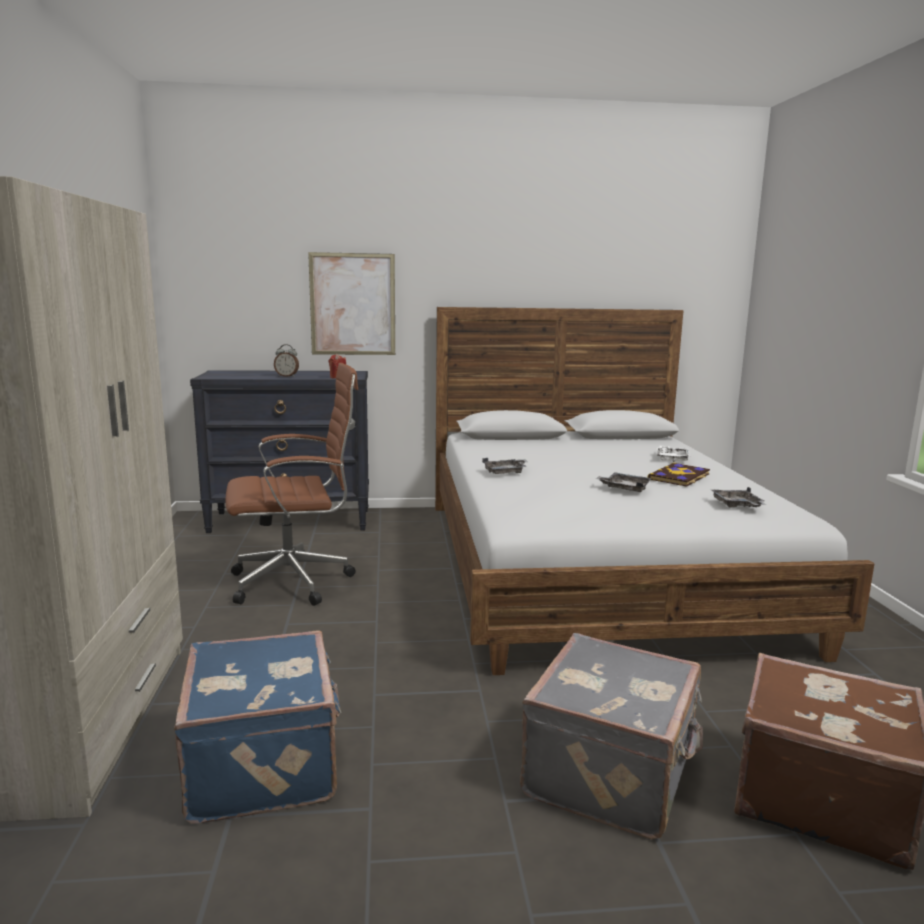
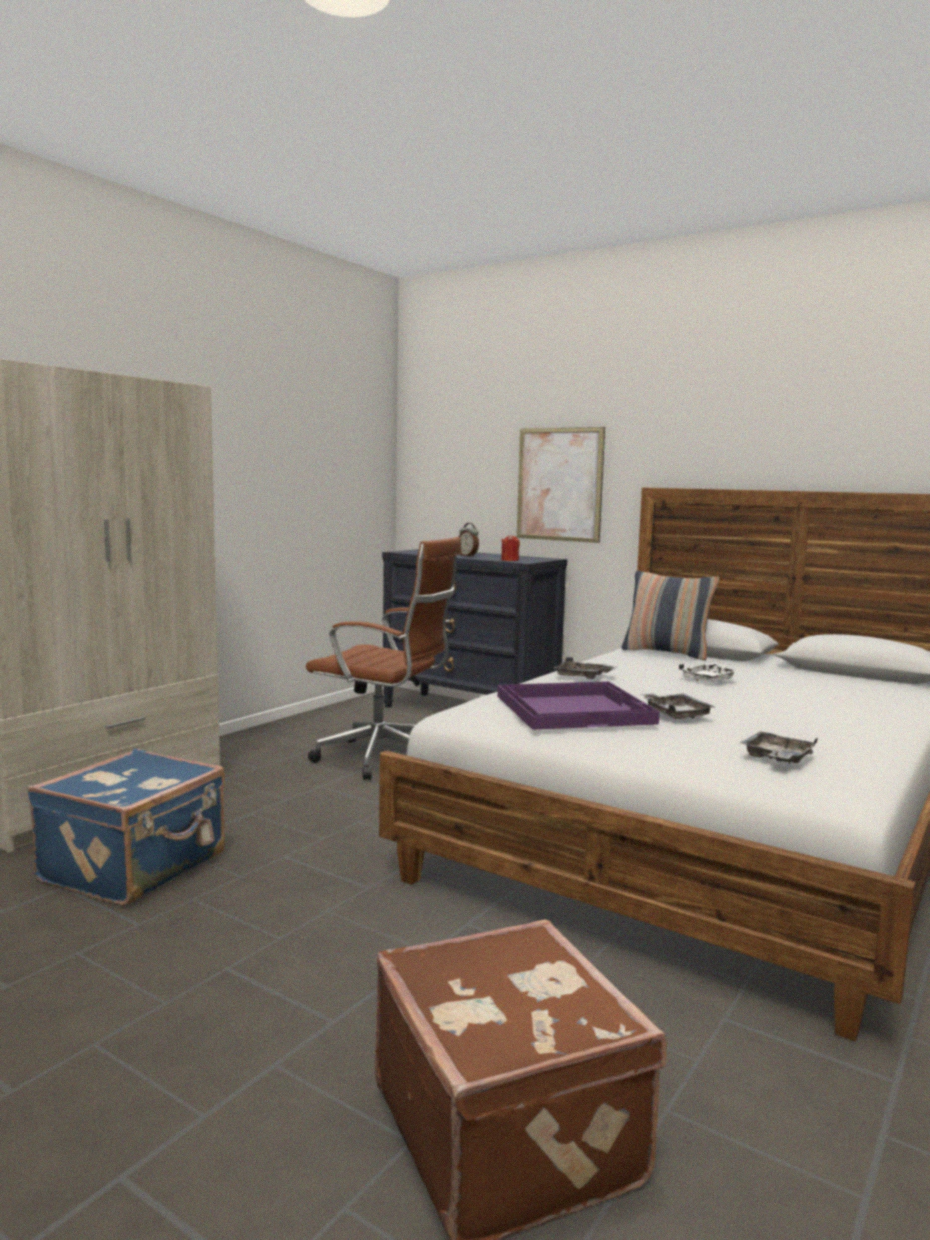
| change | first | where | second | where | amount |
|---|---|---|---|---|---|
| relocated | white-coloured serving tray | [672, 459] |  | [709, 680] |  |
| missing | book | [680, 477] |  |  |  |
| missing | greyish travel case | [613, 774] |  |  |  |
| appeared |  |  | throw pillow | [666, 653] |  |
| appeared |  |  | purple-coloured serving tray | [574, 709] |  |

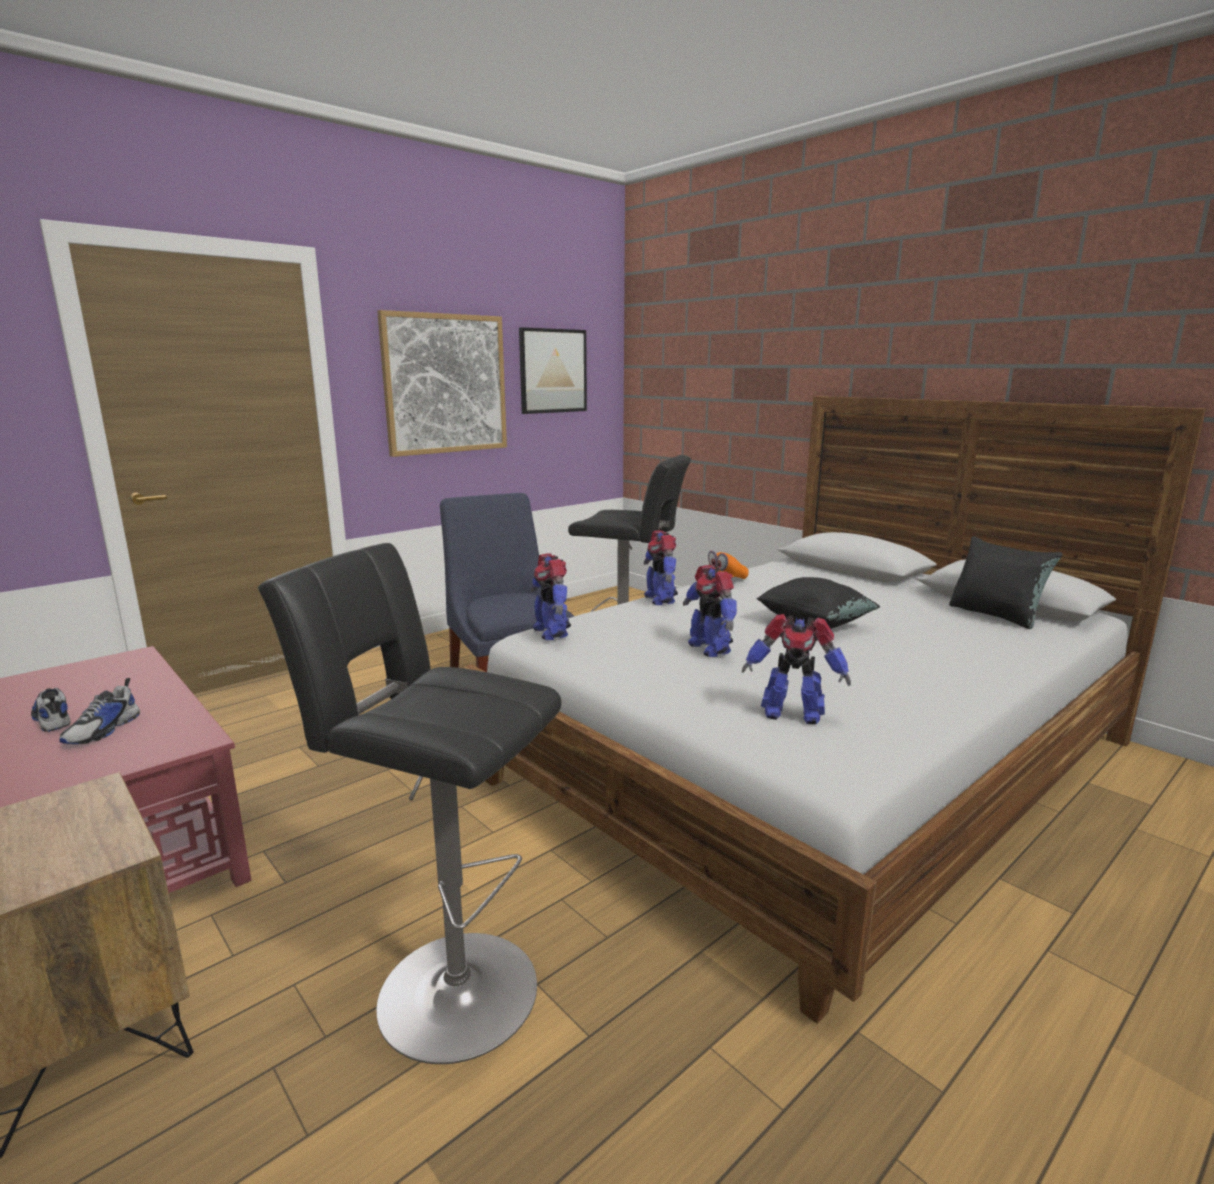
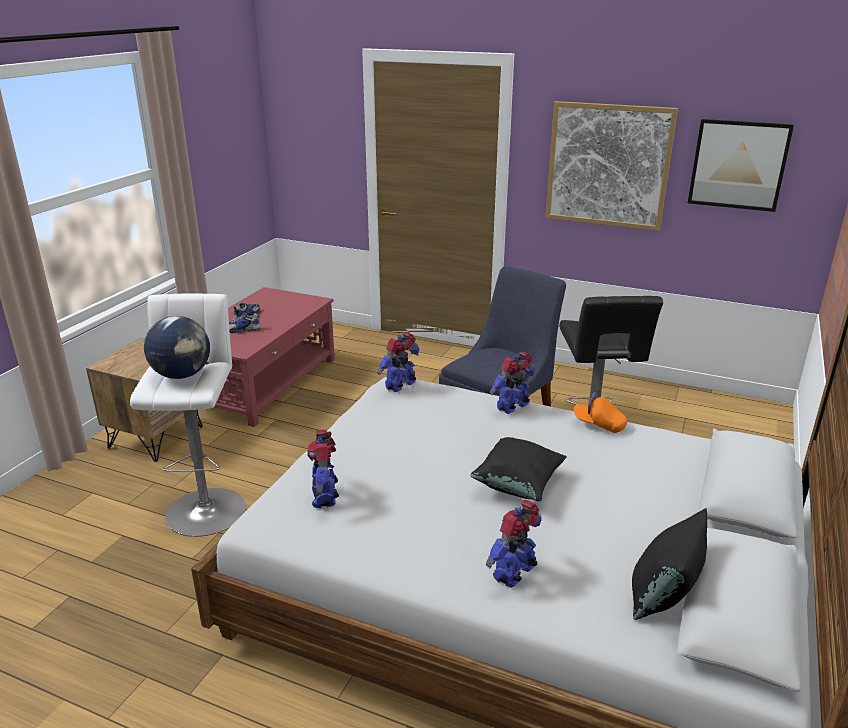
| change | first | where | second | where | amount |
|---|---|---|---|---|---|
| colour | black-coloured stool | [447, 989] | white-coloured stool | [207, 507] |  |
| relocated | robot figure | [709, 648] |  | [515, 573] |  |
| appeared |  |  | desk globe | [182, 375] |  |

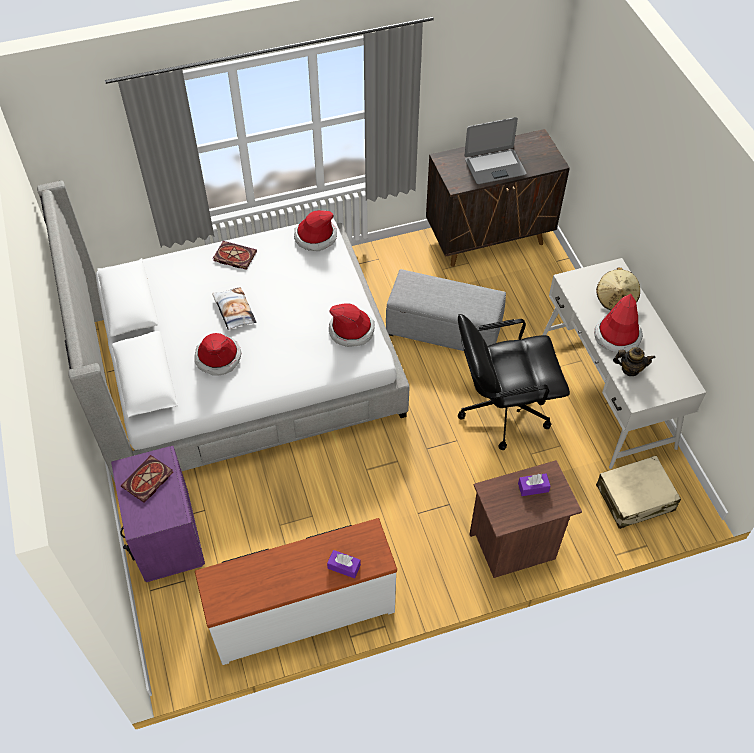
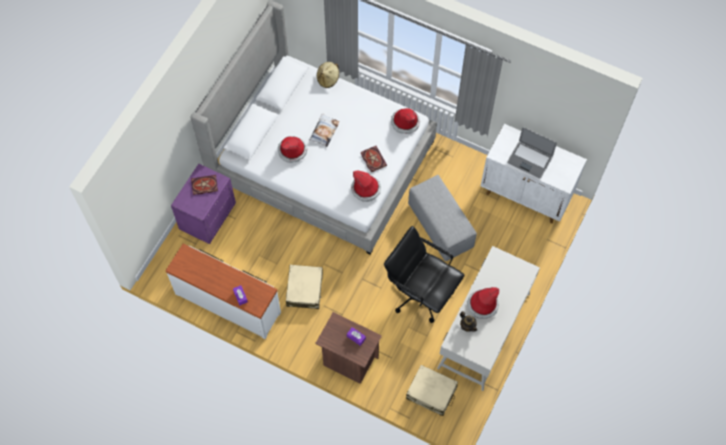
| change | first | where | second | where | amount |
|---|---|---|---|---|---|
| colour | brown-coloured cabinet | [489, 238] | white-coloured cabinet | [526, 194] |  |
| relocated | book | [233, 256] |  | [372, 159] |  |
| relocated | beige-coloured hat | [616, 299] |  | [328, 79] |  |
| appeared |  |  | beige-coloured travel case | [305, 289] |  |

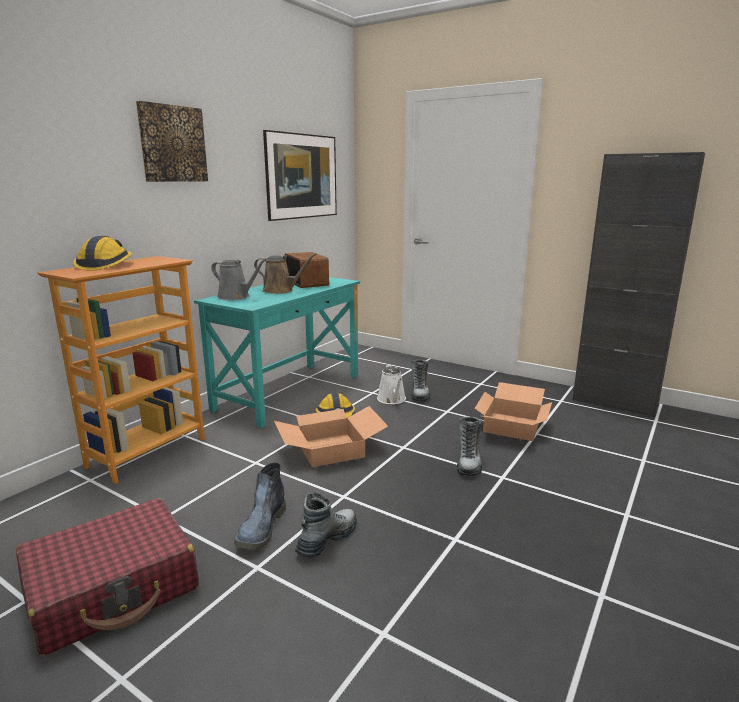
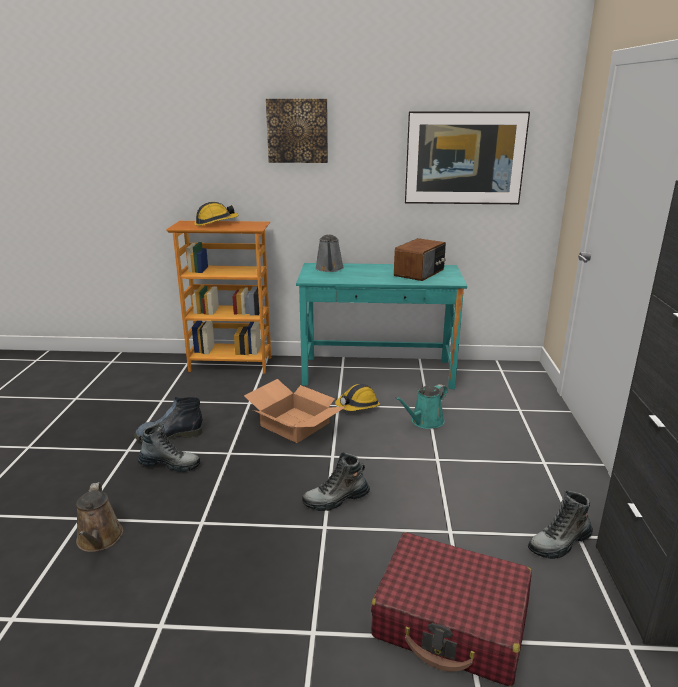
| change | first | where | second | where | amount |
|---|---|---|---|---|---|
| relocated | brown-coloured sprinkling can | [281, 291] |  | [99, 540] |  |
| relocated | high-top boot | [420, 394] |  | [559, 543] |  |
| colour | white-coloured sprinkling can | [392, 400] | blue-green sprinkling can | [425, 422] |  |
| missing | carton | [511, 425] |  |  |  |
| relocated | reddish travel case | [113, 588] |  | [451, 621] |  |

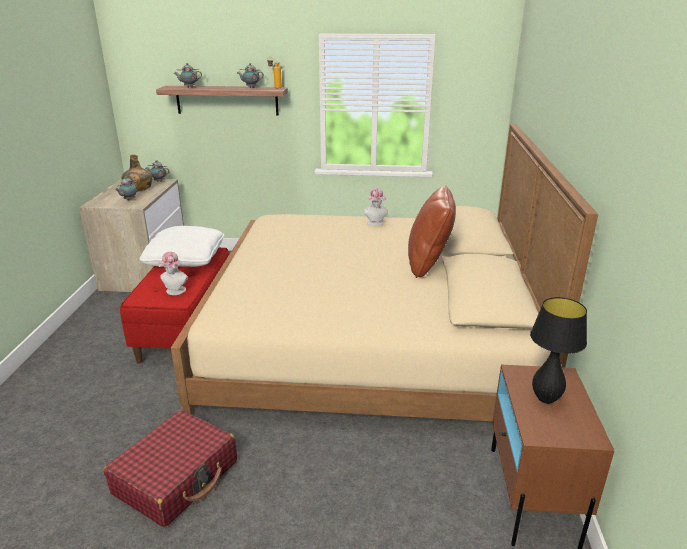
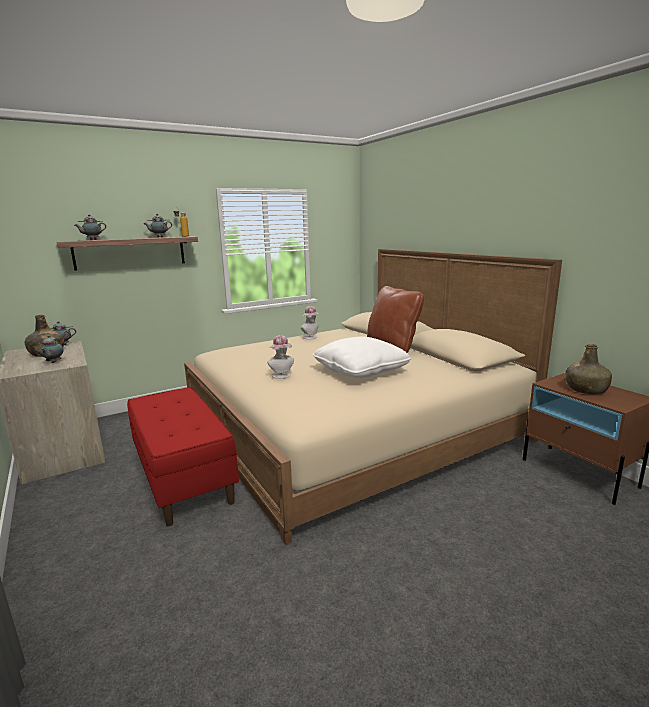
| change | first | where | second | where | amount |
|---|---|---|---|---|---|
| relocated | white-coloured throw pillow | [185, 259] |  | [360, 371] |  |
| relocated | hat | [175, 292] |  | [282, 376] |  |
| exchanged | black-coloured lamp for a table | [545, 399] | green drink bottle | [586, 389] |  |
| missing | reddish travel case | [176, 477] |  |  |  |

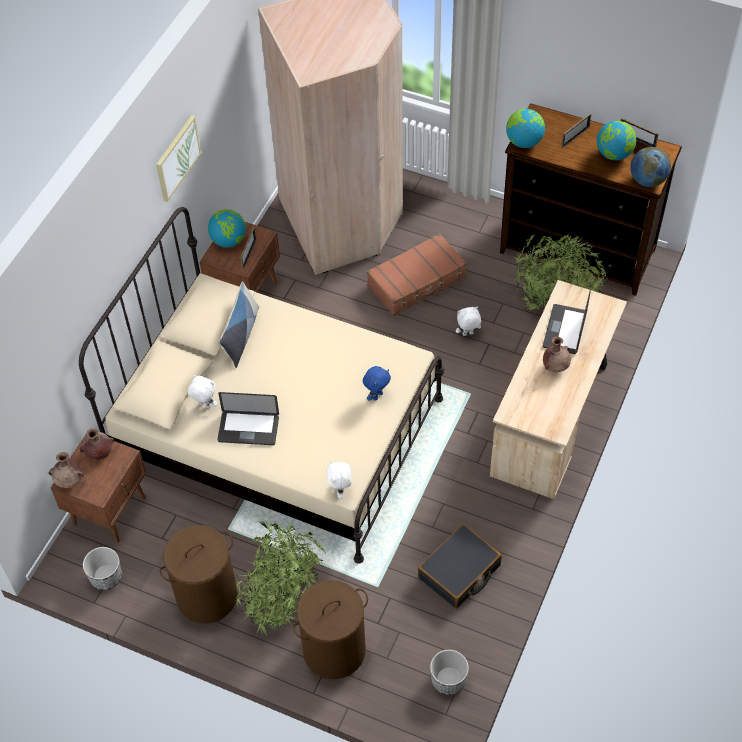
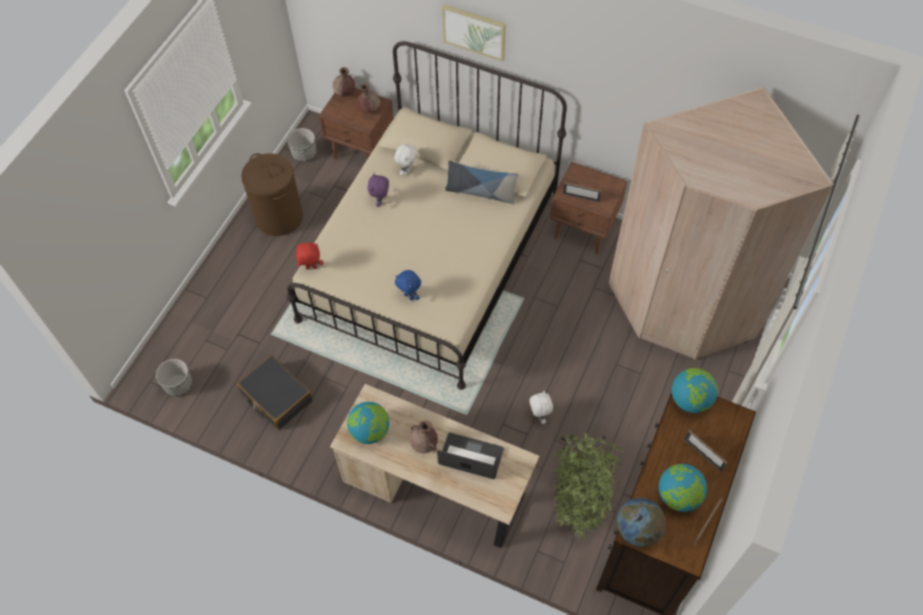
| change | first | where | second | where | amount |
|---|---|---|---|---|---|
| relocated | wall picture | [177, 158] |  | [474, 31] |  |
| relocated | desk globe | [229, 240] |  | [370, 431] |  |
| missing | brown-coloured travel case | [417, 282] |  |  |  |
| exchanged | notebook computer | [248, 429] | purple-coloured soft toy | [380, 201] |  |
| colour | white-coloured soft toy | [340, 491] | reddish soft toy | [311, 268] |  |
| missing | houseplant | [283, 602] |  |  |  |
| missing | brown-coloured laundry basket | [334, 650] |  |  |  |

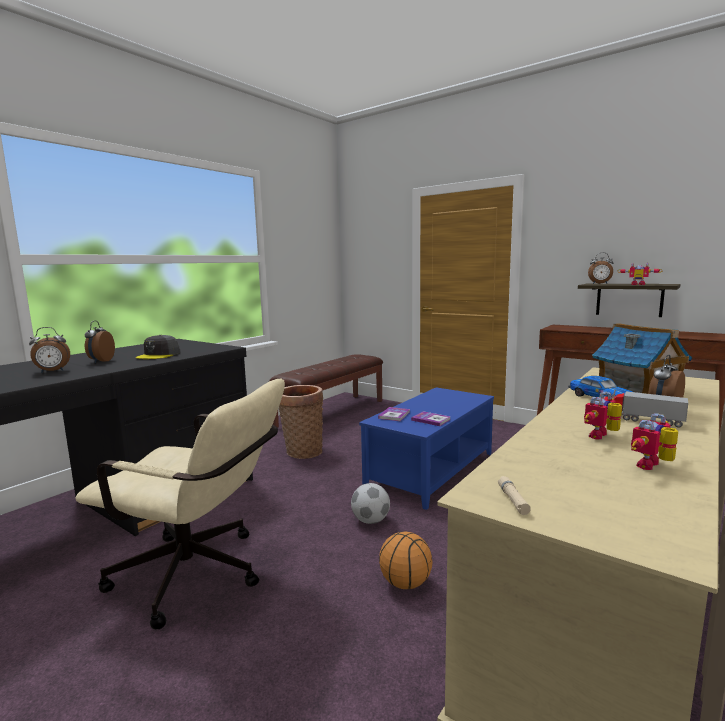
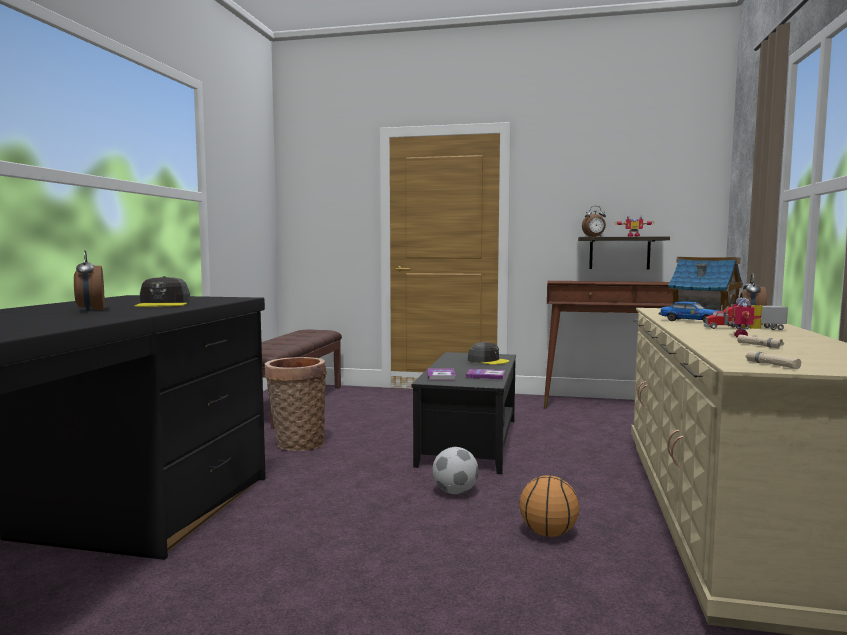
| change | first | where | second | where | amount |
|---|---|---|---|---|---|
| missing | alarm clock | [52, 371] |  |  |  |
| missing | beige-coloured desk chair | [200, 576] |  |  |  |
| colour | blue low table | [430, 470] | black-coloured low table | [468, 441] |  |
| missing | robot figure | [654, 466] |  |  |  |
| appeared |  |  | beige-coloured torch | [759, 345] |  |
| appeared |  |  | greyish cap | [488, 361] |  |

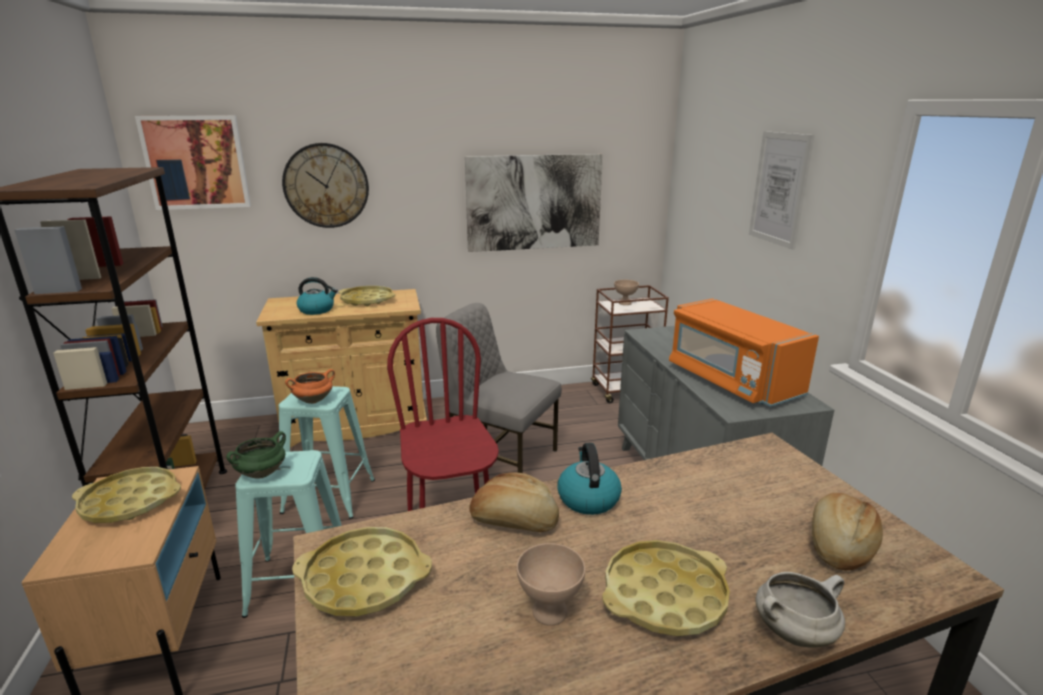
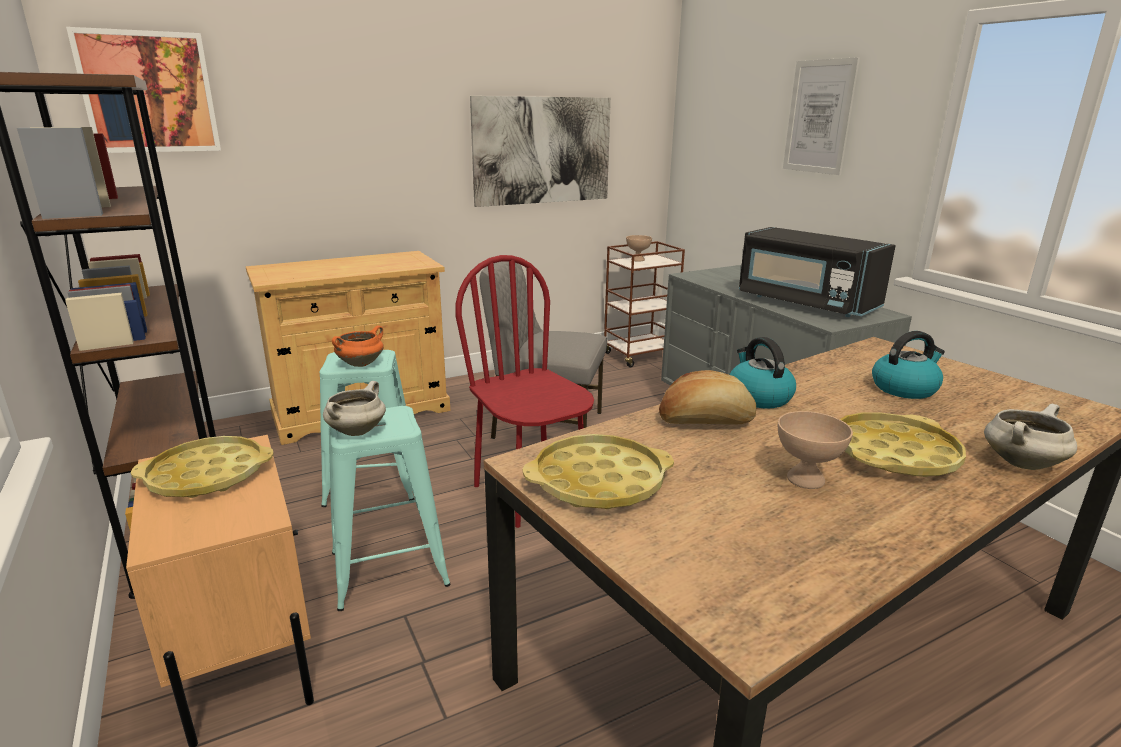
| change | first | where | second | where | amount |
|---|---|---|---|---|---|
| missing | hanging clock | [326, 186] |  |  |  |
| relocated | kettle | [317, 310] |  | [904, 388] |  |
| missing | yellow-coloured serving tray | [367, 300] |  |  |  |
| colour | orange-coloured microwave | [731, 380] | black-coloured microwave | [805, 303] |  |
| colour | green stockpot | [262, 473] | white-coloured stockpot | [357, 431] |  |
| missing | baked bread | [838, 545] |  |  |  |

